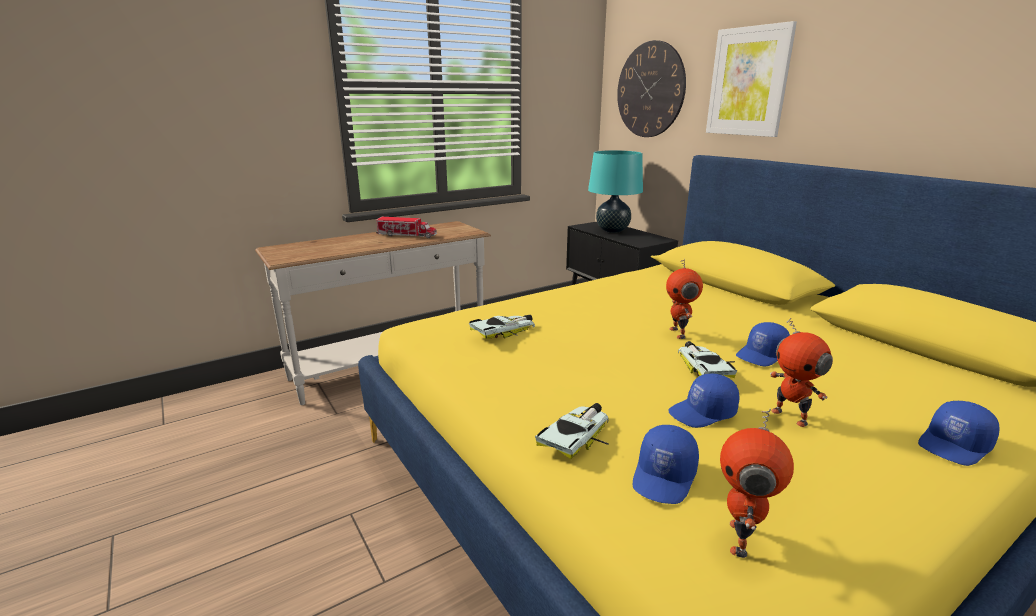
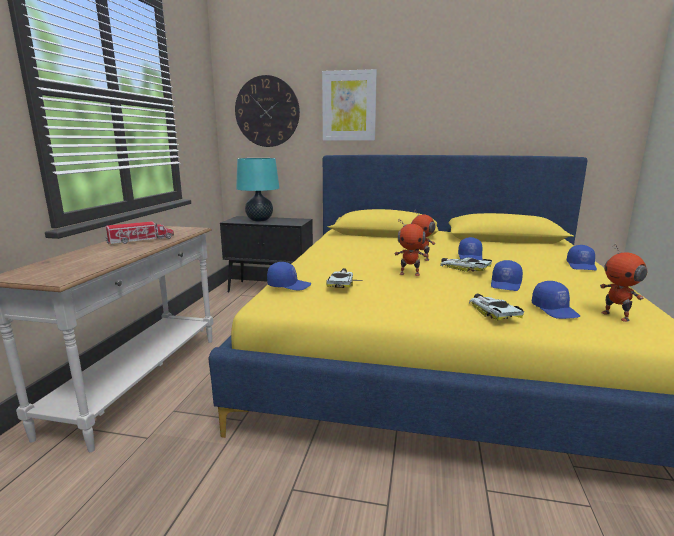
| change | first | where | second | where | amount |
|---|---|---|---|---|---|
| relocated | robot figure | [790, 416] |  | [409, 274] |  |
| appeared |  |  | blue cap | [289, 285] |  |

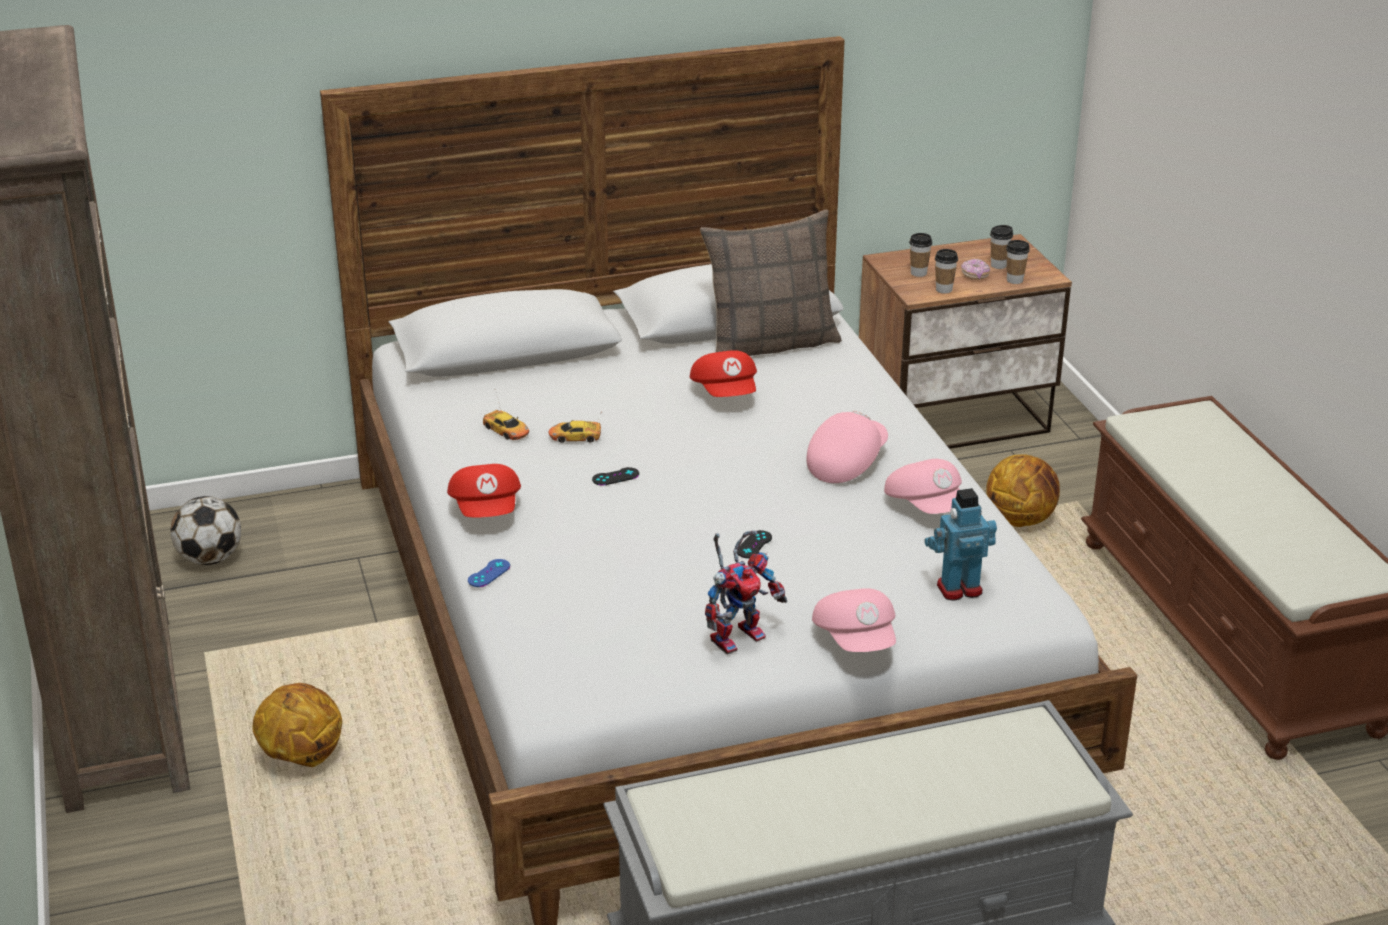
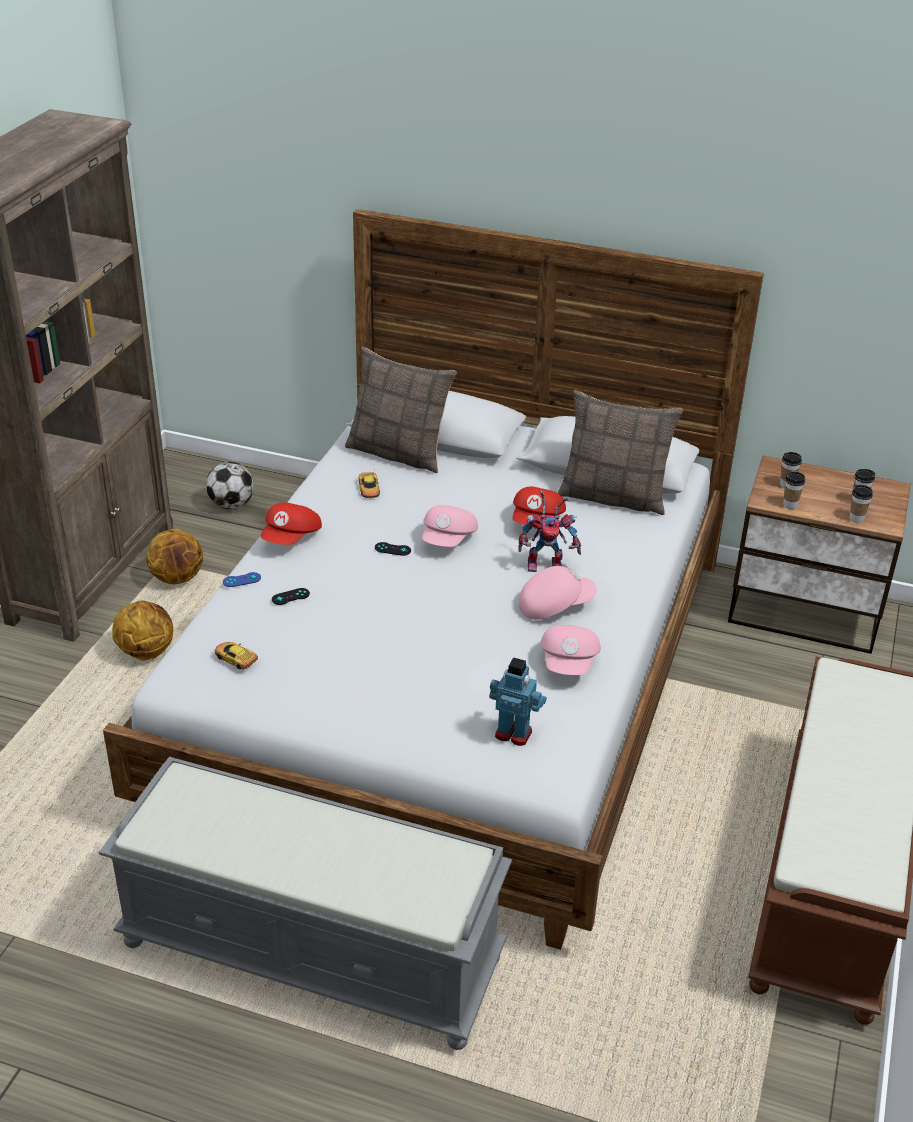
| change | first | where | second | where | amount |
|---|---|---|---|---|---|
| missing | doughnut | [975, 275] |  |  |  |
| relocated | toy car | [575, 436] |  | [235, 658] |  |
| relocated | basketball | [1021, 519] |  | [177, 578] |  |
| relocated | robot figure | [739, 635] |  | [547, 564] |  |
| relocated | black-coloured joypad | [754, 545] |  | [290, 596] |  |
| relocated | pink cap | [857, 640] |  | [449, 539] |  |
| appeared |  |  | throw pillow | [399, 453] |  |

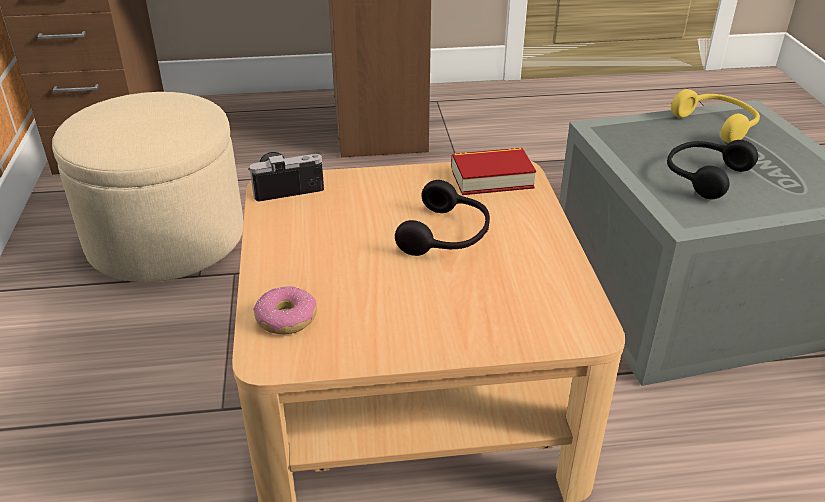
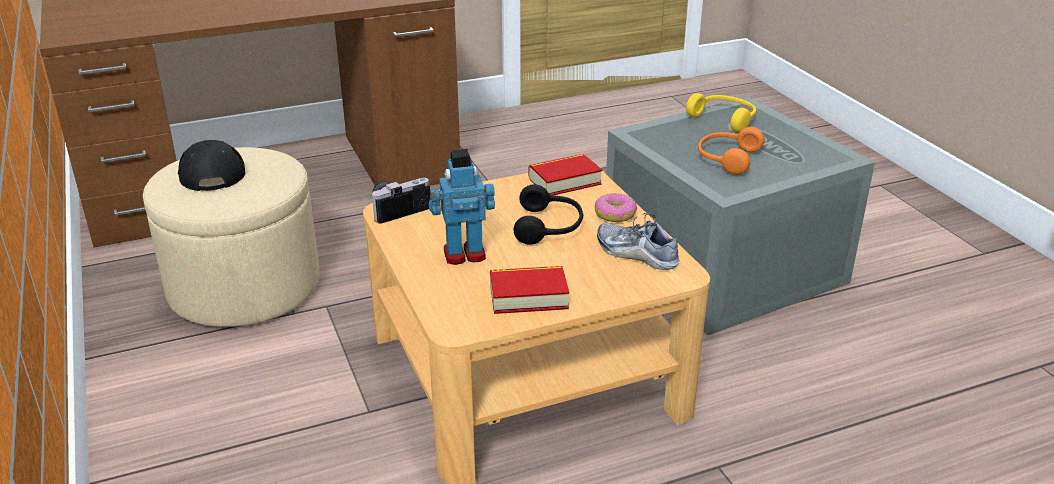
| change | first | where | second | where | amount |
|---|---|---|---|---|---|
| colour | black-coloured headset | [703, 176] | orange-coloured headset | [726, 159] |  |
| relocated | doughnut | [286, 319] |  | [615, 214] |  |
| appeared |  |  | black-coloured cap | [212, 171] |  |
| appeared |  |  | robot figure | [464, 253] |  |
| appeared |  |  | item of footwear | [636, 254] |  |
| appeared |  |  | book | [528, 296] |  |

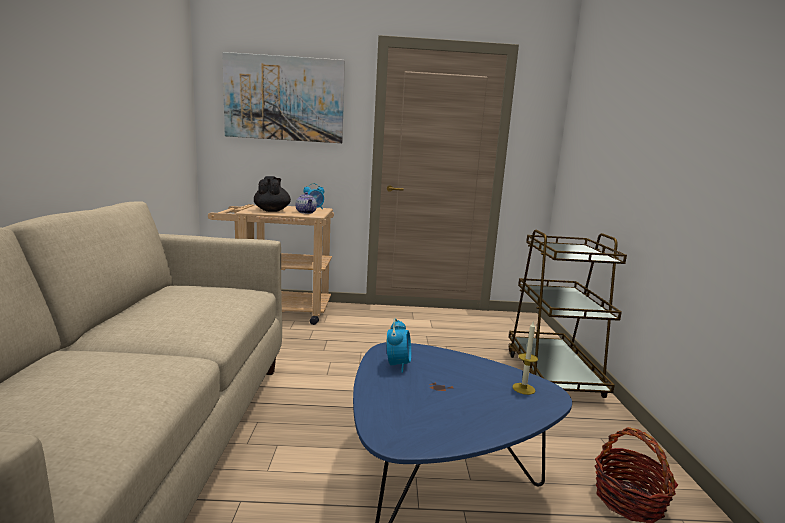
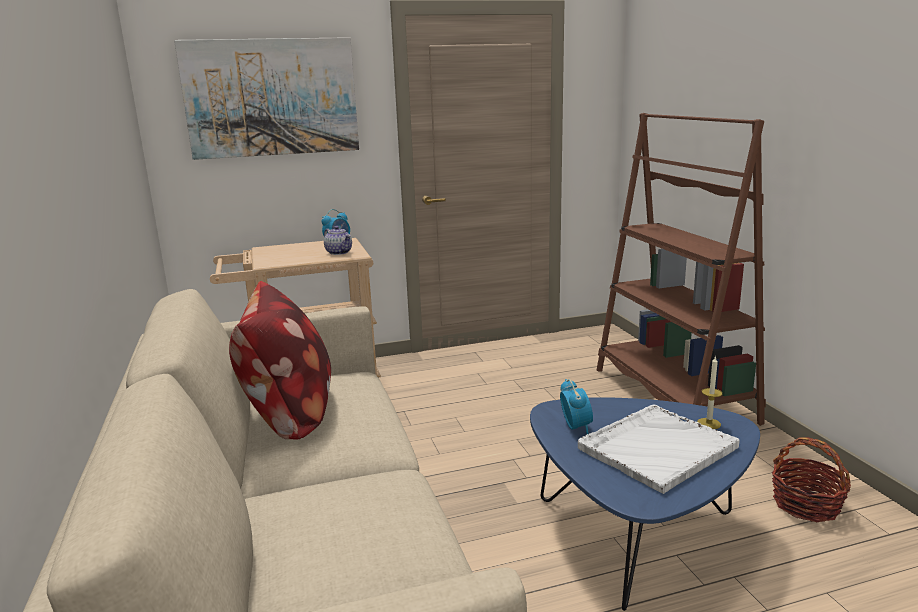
| change | first | where | second | where | amount |
|---|---|---|---|---|---|
| missing | black-coloured teapot | [272, 211] |  |  |  |
| exchanged | brown-coloured cart | [552, 374] | brown-coloured bookshelf | [672, 395] |  |
| appeared |  |  | throw pillow | [288, 414] |  |
| appeared |  |  | white-coloured serving tray | [656, 448] |  |

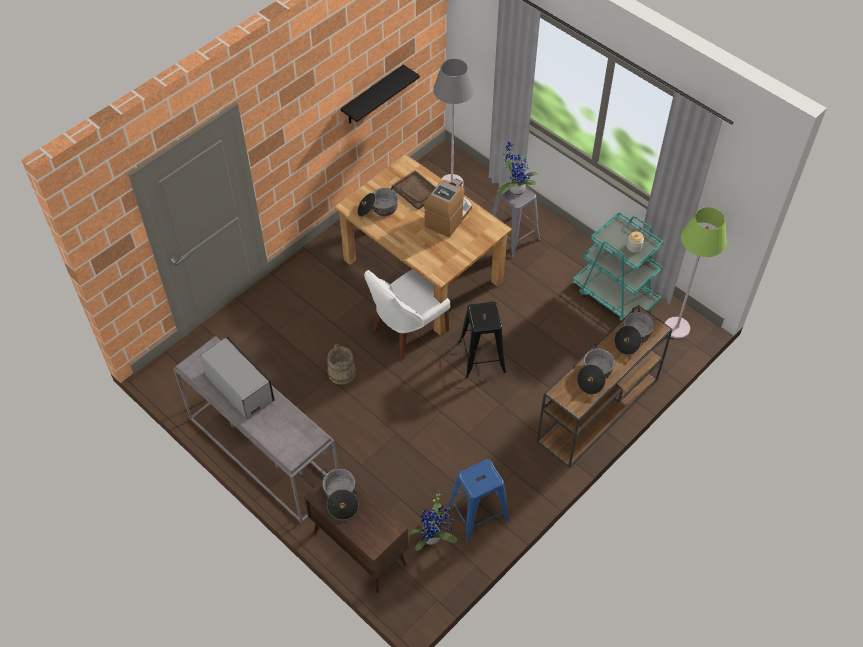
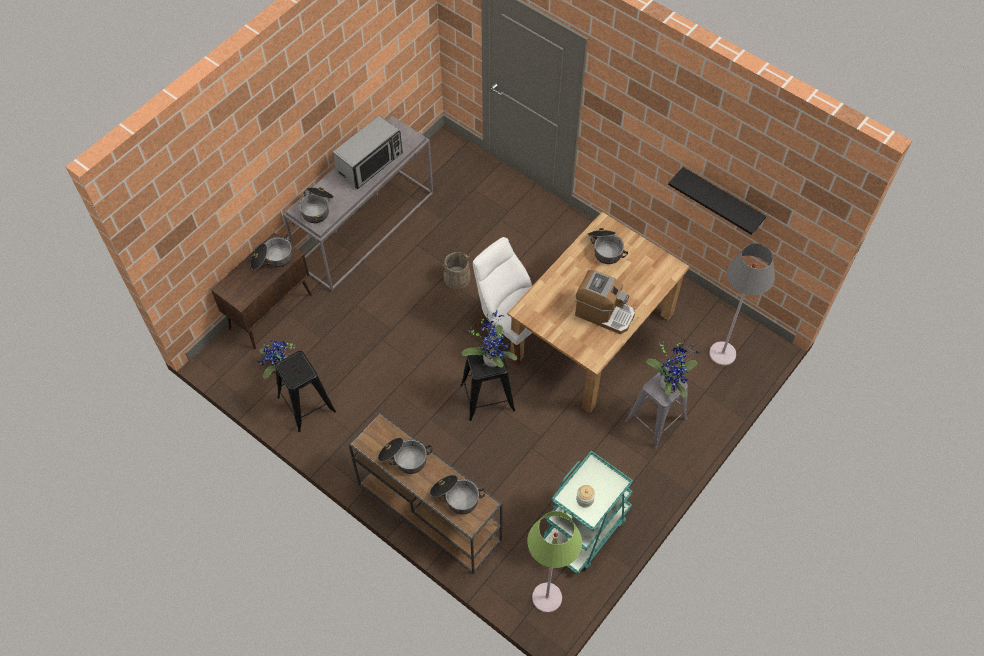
| change | first | where | second | where | amount |
|---|---|---|---|---|---|
| missing | brown-coloured serving tray | [416, 191] |  |  |  |
| colour | blue stool | [478, 513] | black-coloured stool | [306, 404] |  |
| appeared |  |  | stockpot | [317, 208] |  |
| appeared |  |  | houseplant | [492, 358] |  |

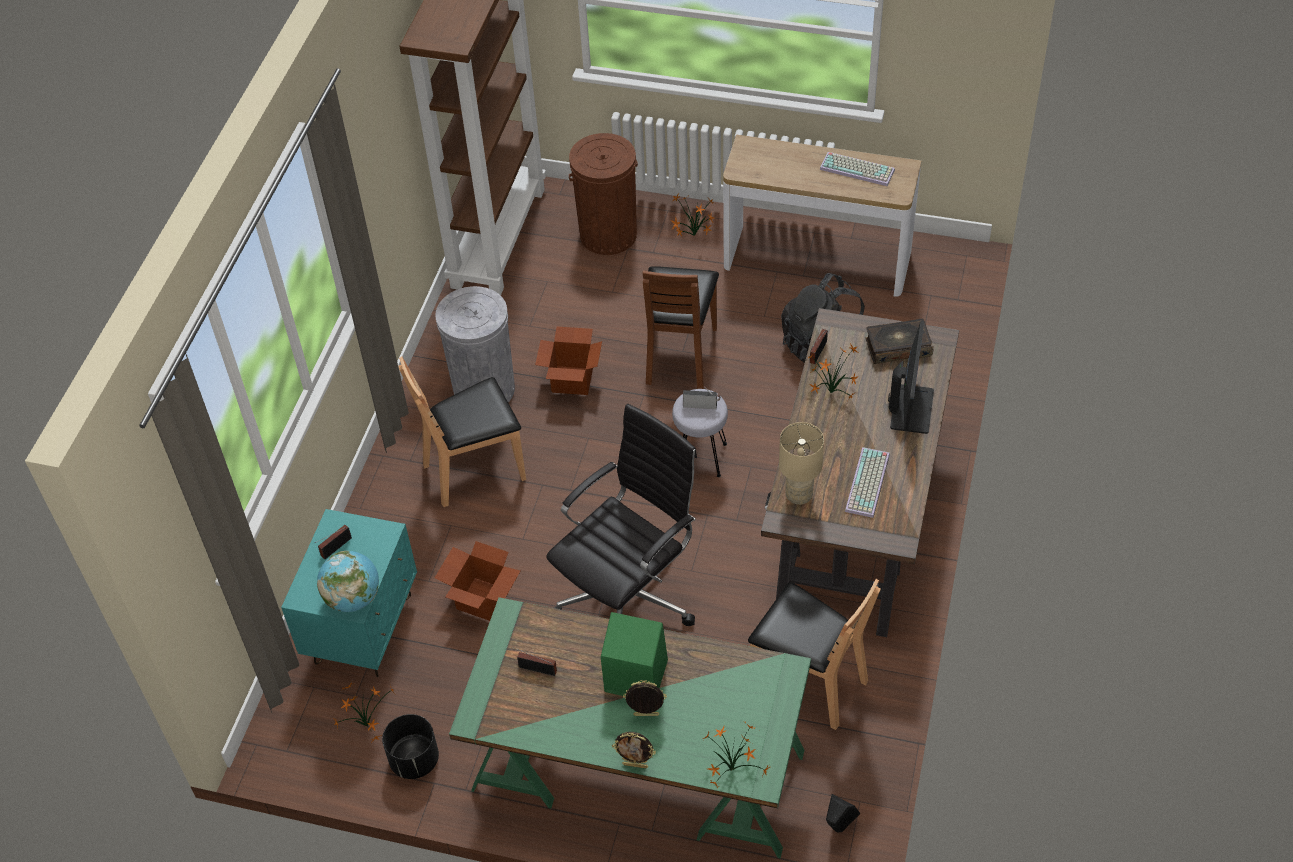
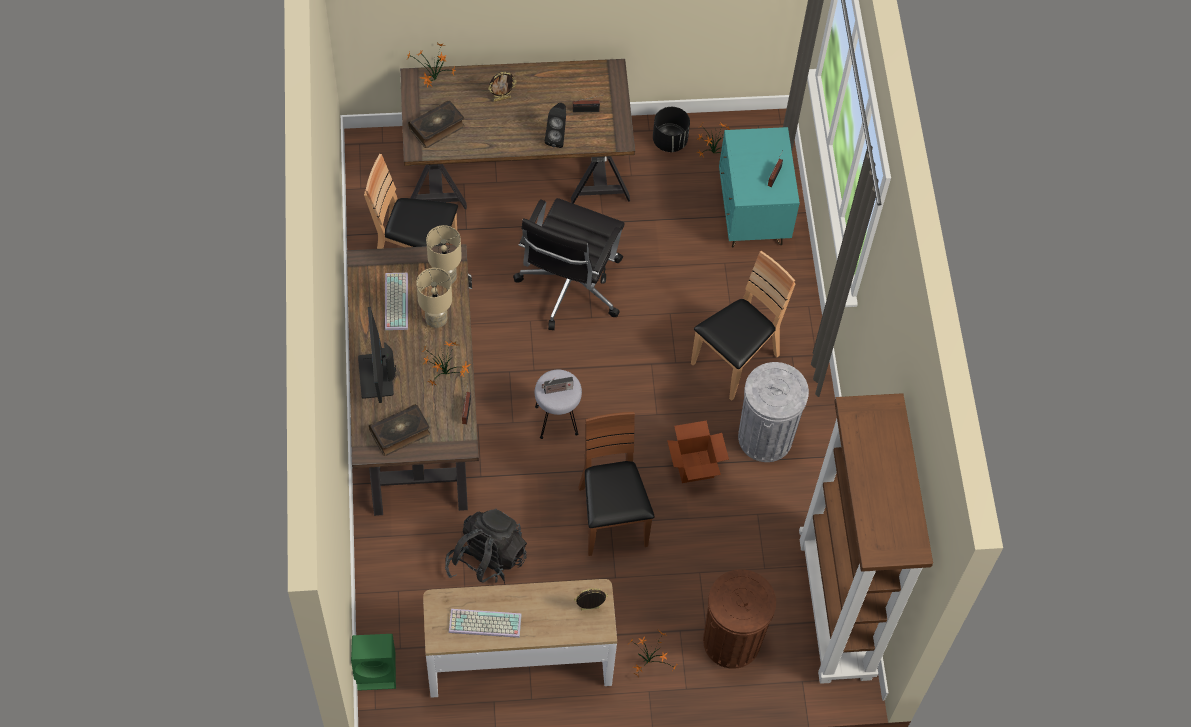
| change | first | where | second | where | amount |
|---|---|---|---|---|---|
| missing | carton | [482, 599] |  |  |  |
| missing | desk globe | [353, 598] |  |  |  |
| colour | green desk unit | [637, 772] | brown-coloured desk unit | [516, 170] |  |
| relocated | green speaker | [634, 676] |  | [377, 670] |  |
| relocated | picture frame | [635, 765] |  | [590, 609] |  |
| relocated | black-coloured speaker | [838, 828] |  | [557, 137] |  |
| appeared |  |  | book | [437, 128] |  |
| appeared |  |  | beige-coloured lamp for a table | [436, 320] |  |

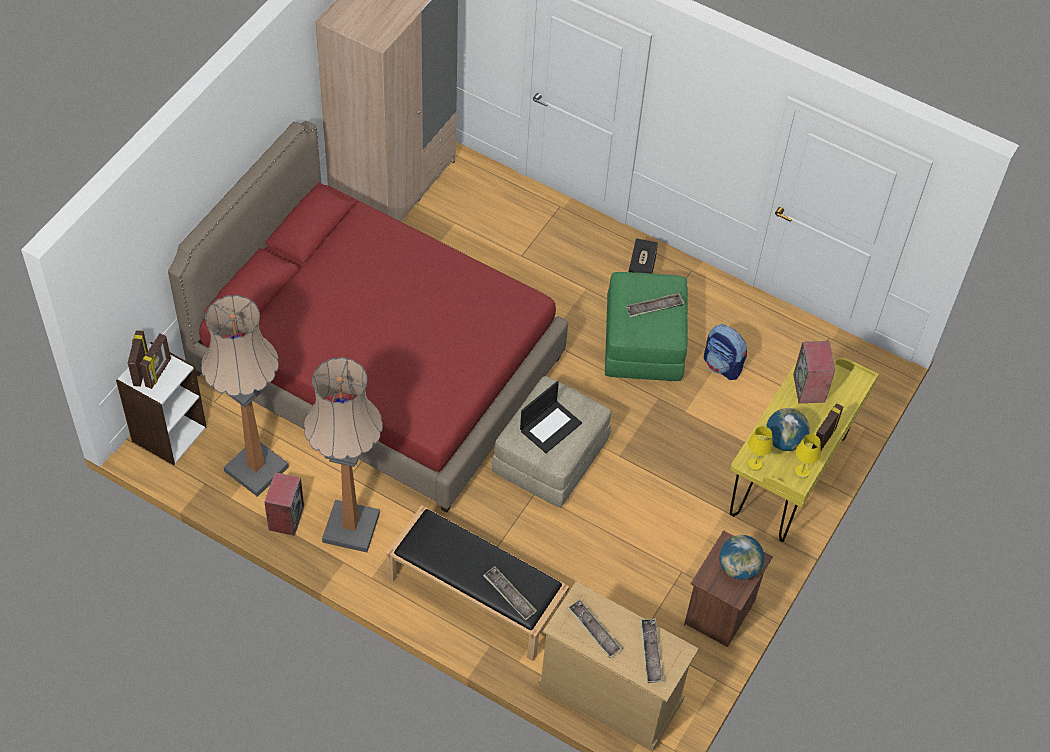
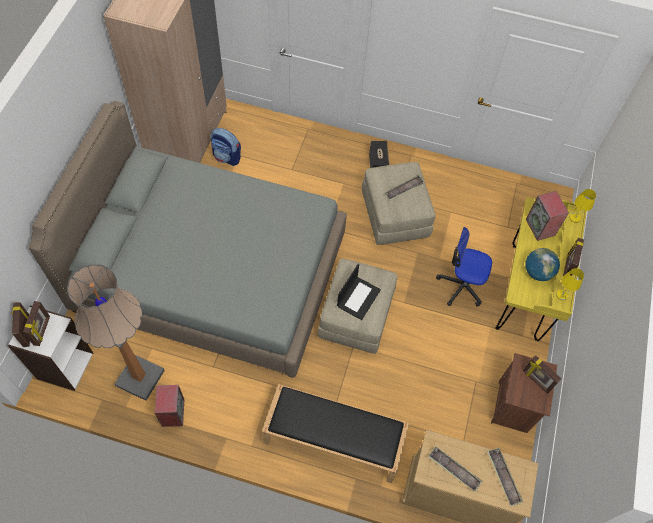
| change | first | where | second | where | amount |
|---|---|---|---|---|---|
| colour | reddish sleeping bed | [377, 365] | greyish sleeping bed | [211, 274] |  |
| colour | green pouffe | [644, 344] | beige-coloured pouffe | [395, 215] |  |
| relocated | knapsack | [723, 365] |  | [227, 157] |  |
| missing | floor lamp | [351, 527] |  |  |  |
| relocated | yellow-coloured lamp for a table | [754, 464] |  | [574, 217] |  |
| exchanged | desk globe | [738, 568] | picture frame | [536, 381] |  |
| missing | serving tray | [509, 595] |  |  |  |
| appeared |  |  | desk chair | [461, 285] |  |

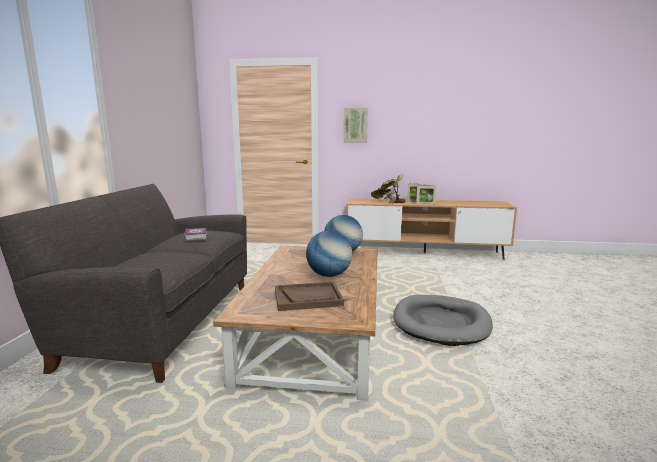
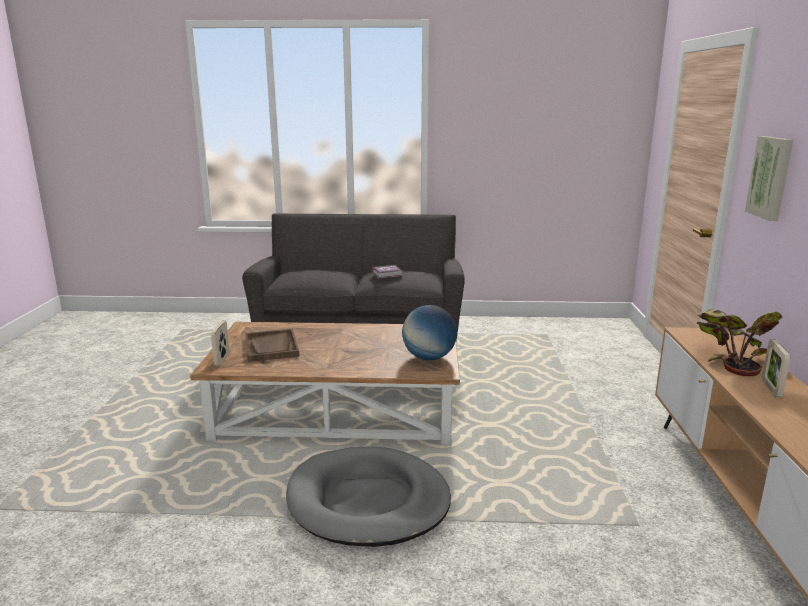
| change | first | where | second | where | amount |
|---|---|---|---|---|---|
| relocated | picture frame | [425, 204] |  | [222, 360] |  |
| missing | desk globe | [329, 275] |  |  |  |

